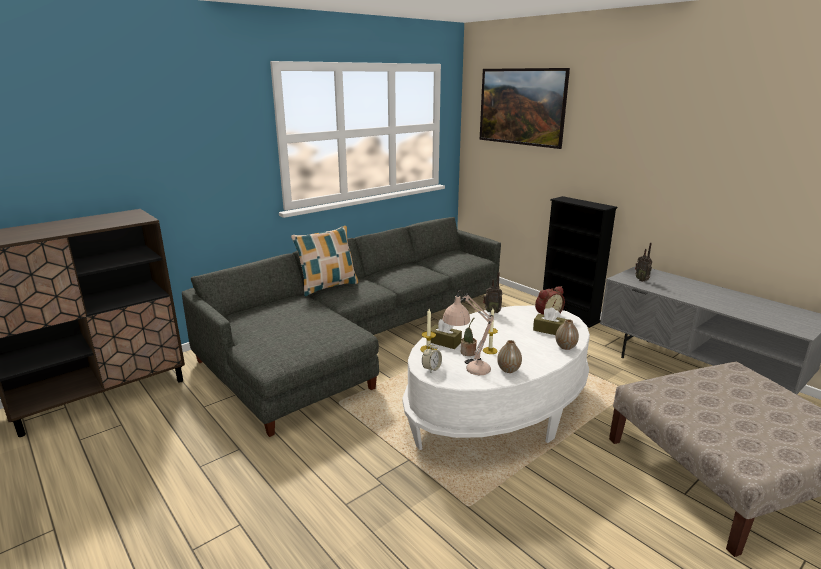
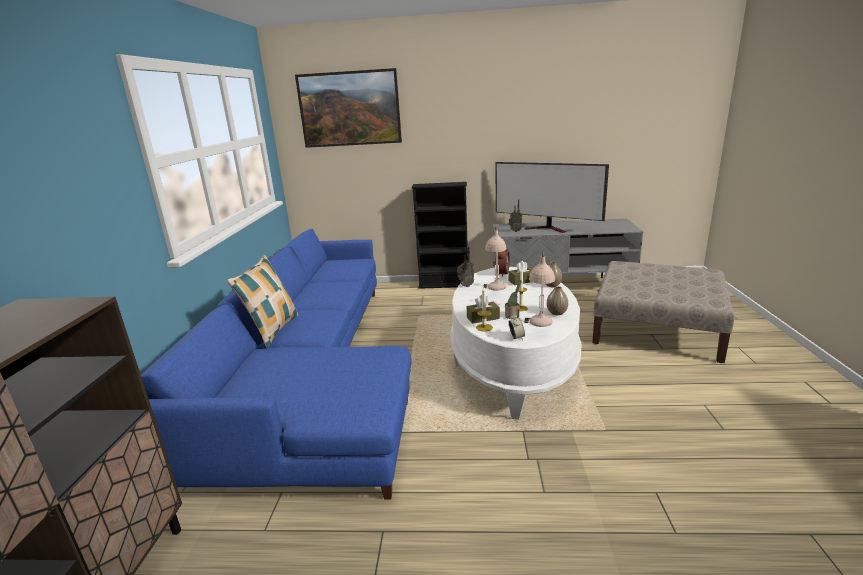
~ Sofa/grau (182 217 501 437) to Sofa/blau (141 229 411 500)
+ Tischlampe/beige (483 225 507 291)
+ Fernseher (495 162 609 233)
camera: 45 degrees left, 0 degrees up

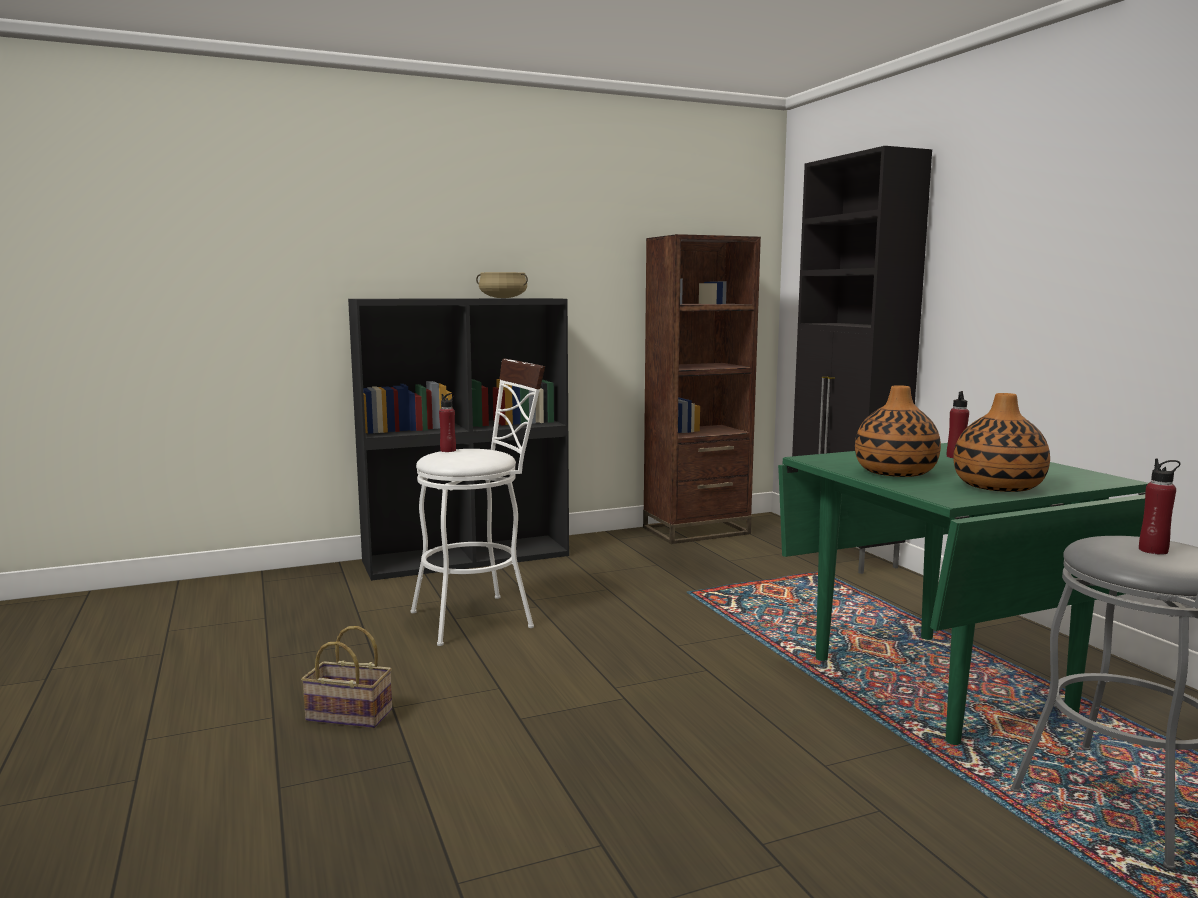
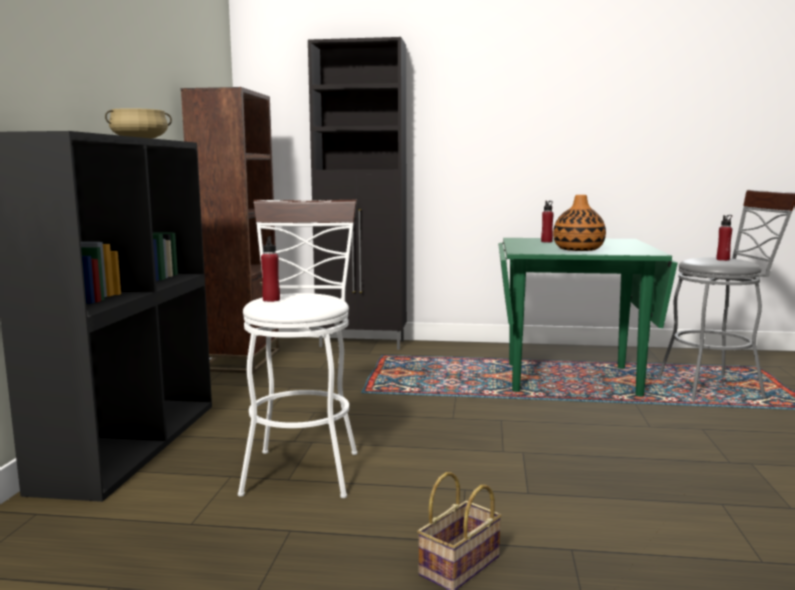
- Vase (954 393 1050 492)
camera: 60 degrees left, 0 degrees up

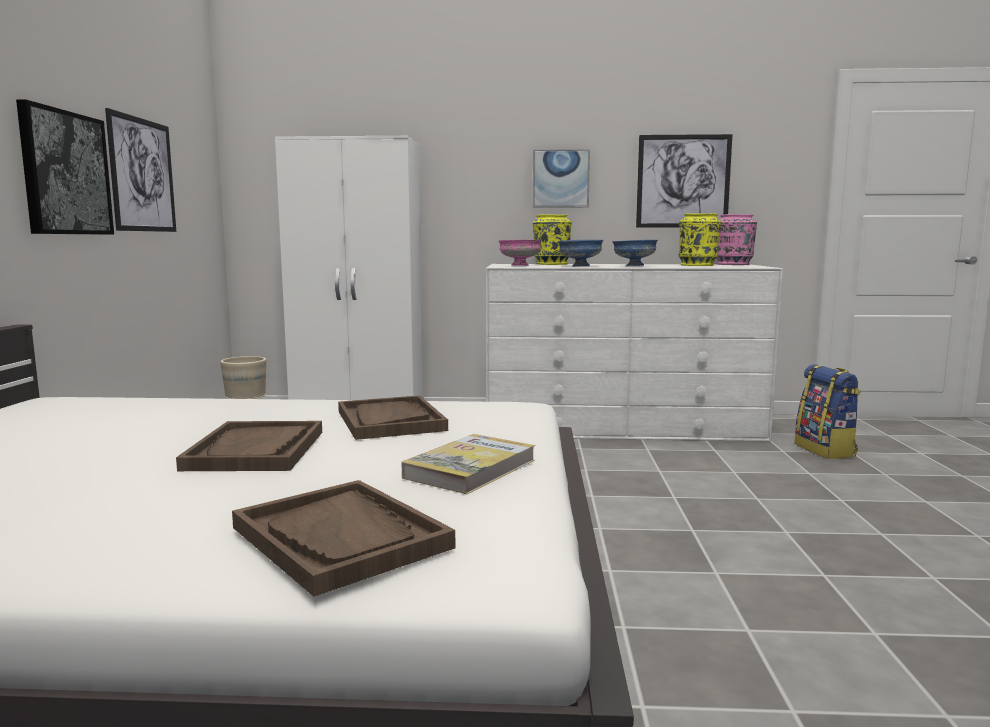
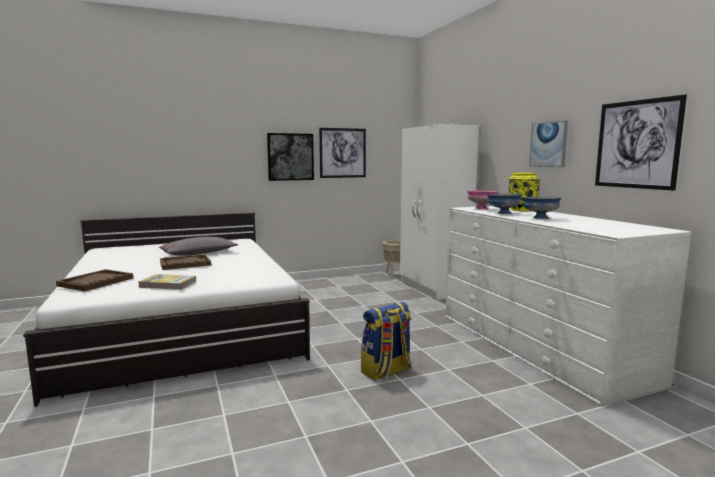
+ Kissen/grau (159 237 238 255)
~ Rucksack (794 364 860 459) to (361 302 411 381)
- Tablett/braun (338 395 448 440)
- Vase/gelb (678 213 721 266)
- Vase/rosa (717 214 757 265)
camera: 65 degrees right, 0 degrees up

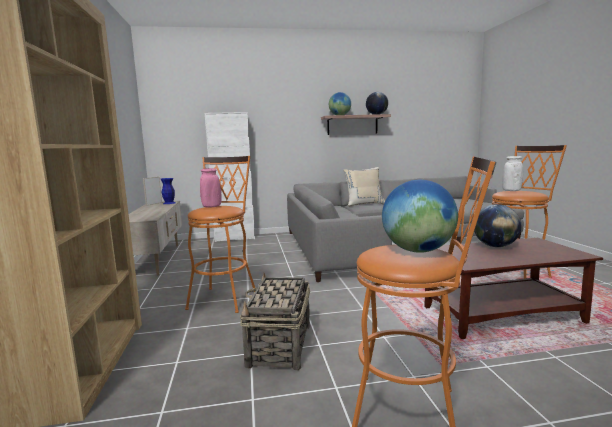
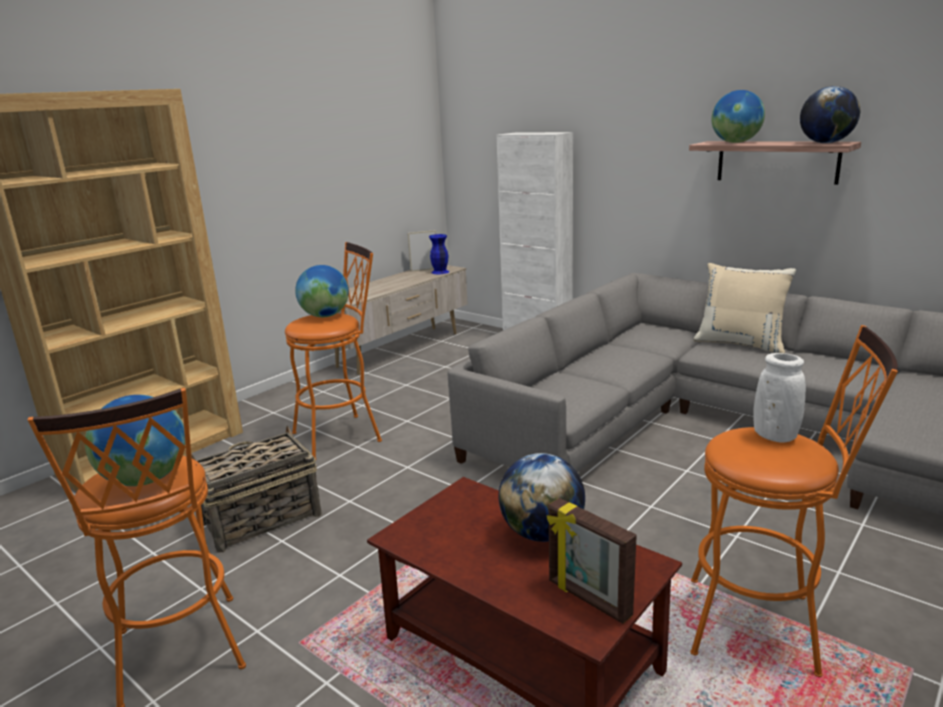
~ Vase/rosa (200 168 222 208) to Globus (295 265 349 317)
+ Bilderrahmen (547 498 637 624)
camera: 50 degrees right, 10 degrees up

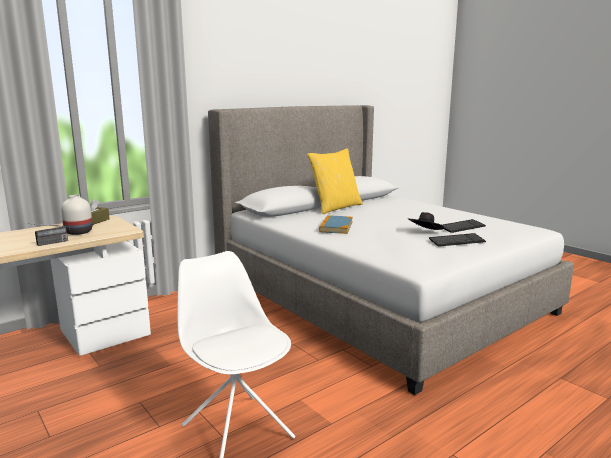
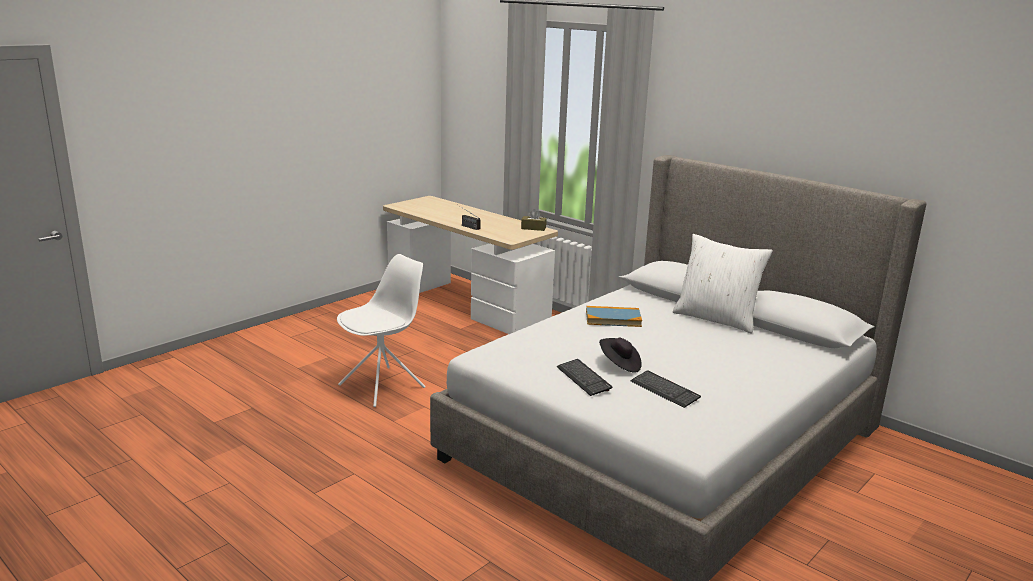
~ Kissen/gelb (307 148 363 214) to Kissen/weiß (673 234 773 334)
- Vase/weiß (61 195 92 235)
camera: 80 degrees right, 5 degrees up

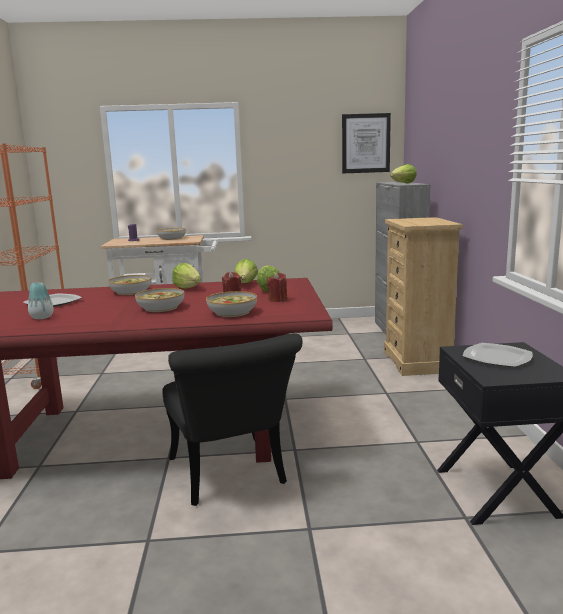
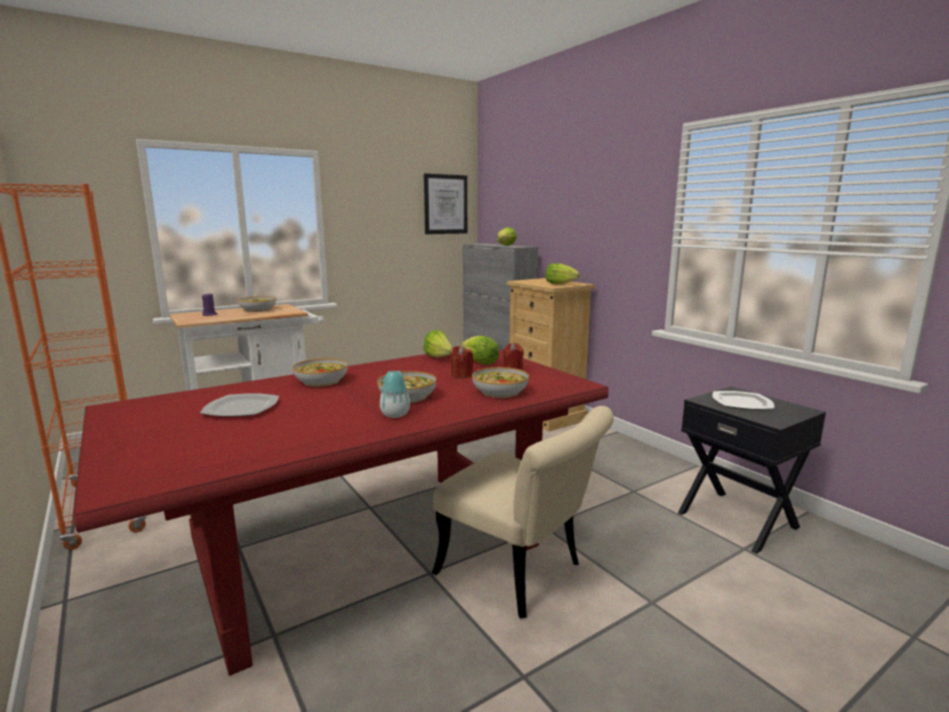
~ Vase (28 283 54 319) to (380 371 410 418)
~ Stuhl/schwarz (162 333 302 506) to Stuhl/beige (432 406 614 618)
~ Salatkopf (172 263 201 289) to (545 263 580 284)
camera: 30 degrees left, 0 degrees up

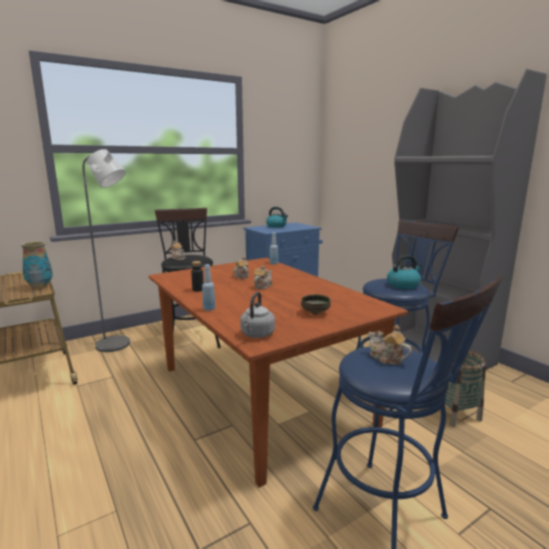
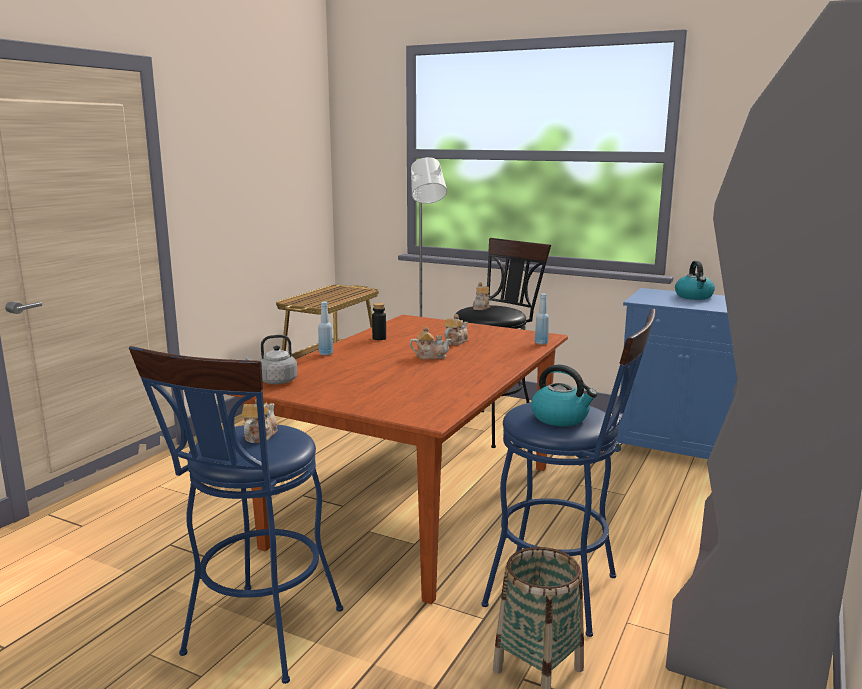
- Vase (20 241 53 288)
- Schüssel (301 294 331 315)
camera: 60 degrees right, 0 degrees up

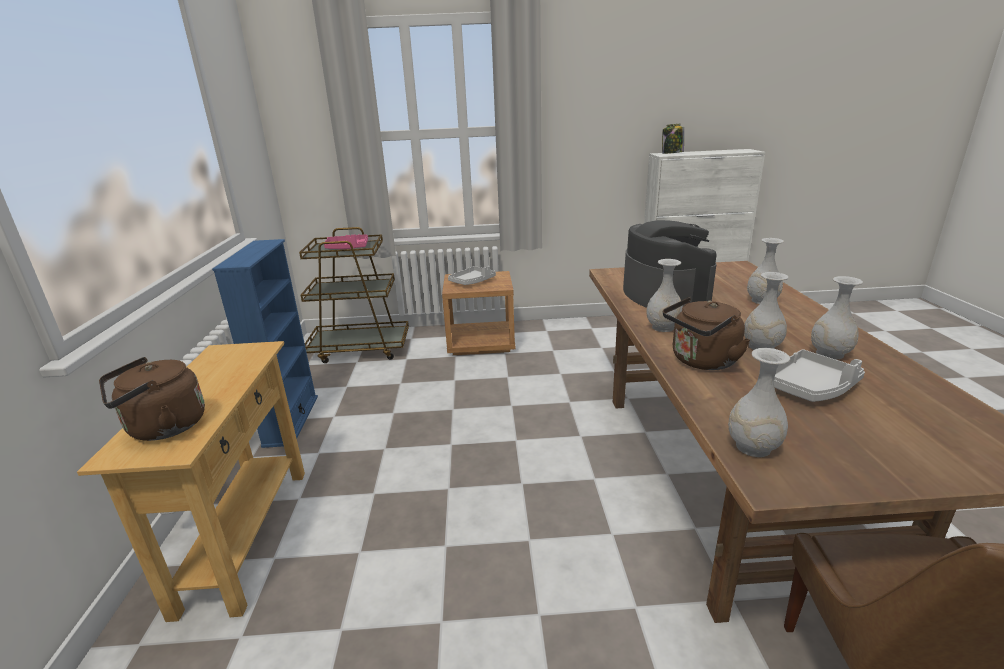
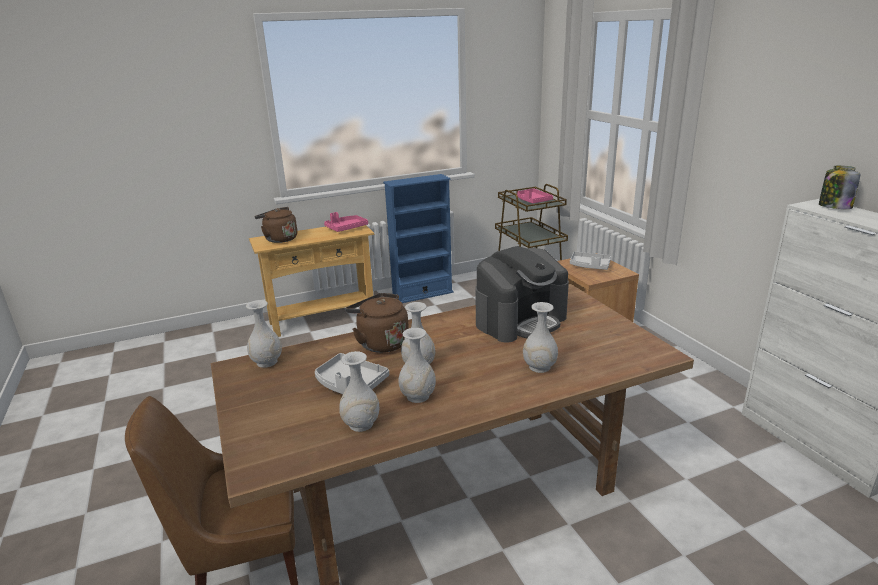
+ Tablett/rosa (324 212 368 232)
~ Vase/weiß (646 259 683 332) to (339 351 379 432)
camera: 70 degrees right, 0 degrees up

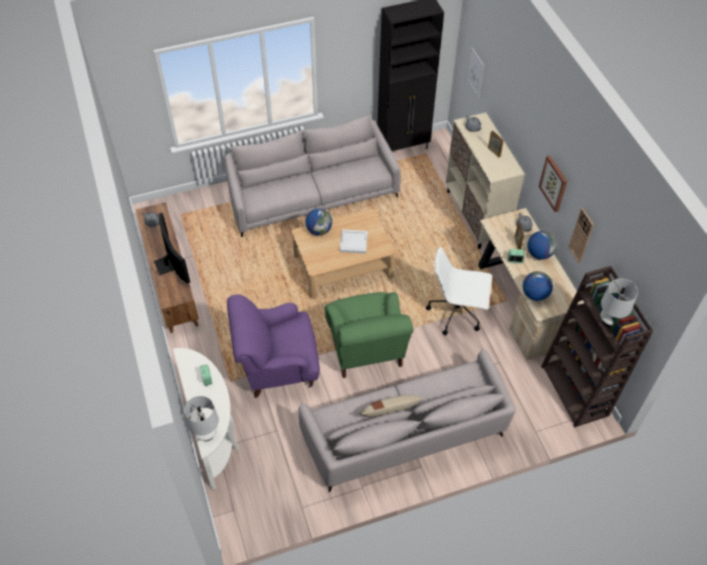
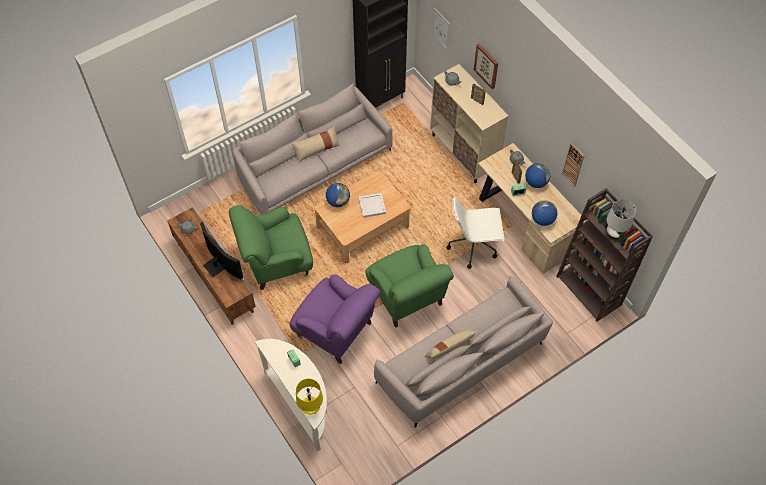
+ Sessel/grün (229 205 313 290)
~ Sessel/lila (227 294 320 398) = (289 274 381 364) 120 degrees counterclockwise
+ Kissen/beige (292 126 340 163)
~ Tischlampe/weiß (184 396 219 441) to Tischlampe/gelb (296 379 323 415)
~ Bild (539 155 567 212) to (474 44 498 89)
camera: 15 degrees left, 5 degrees up

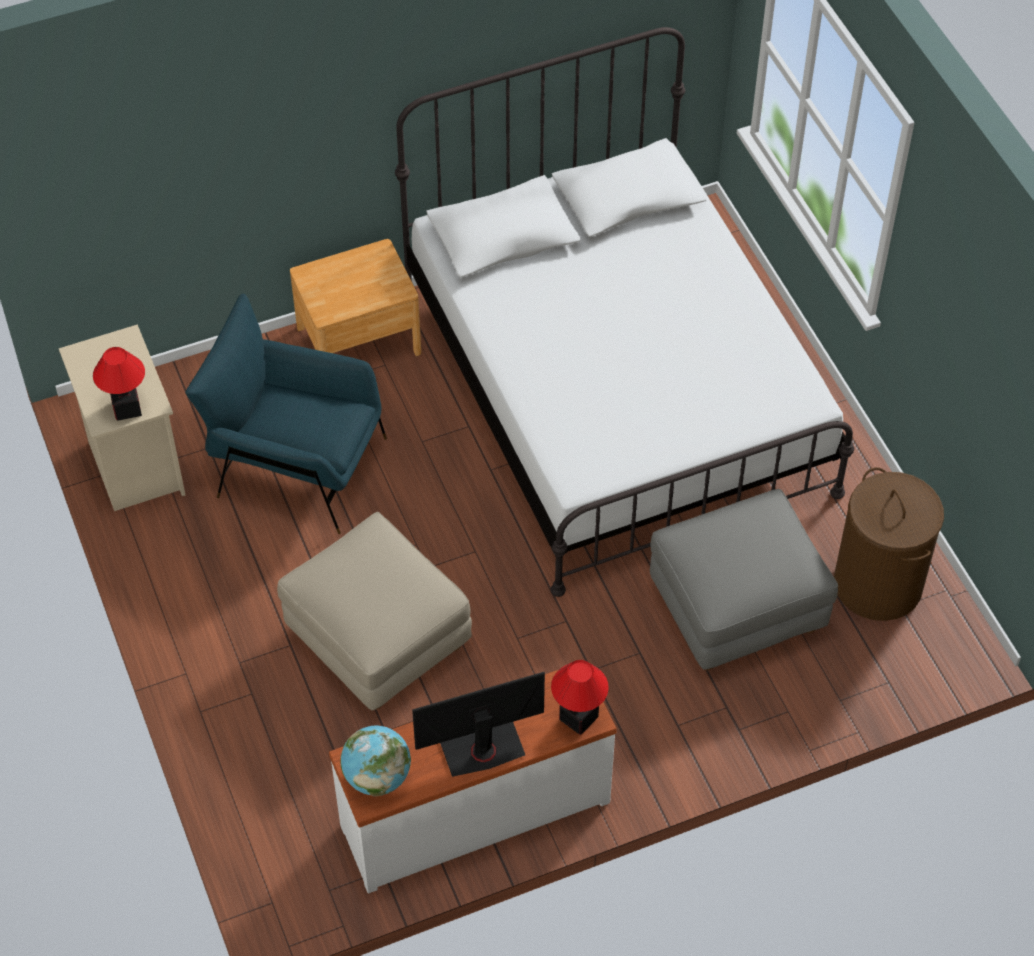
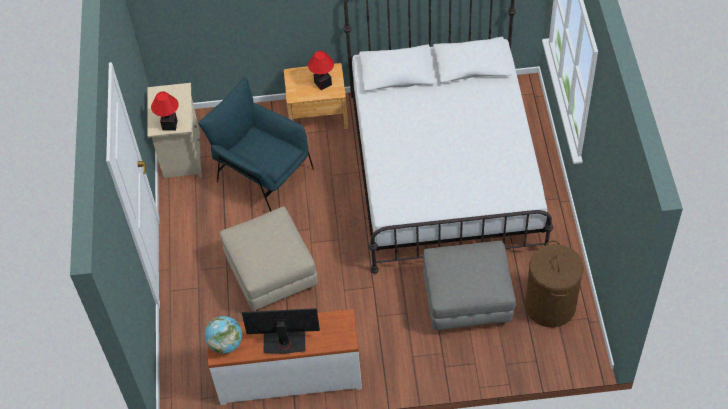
~ Tischlampe (551 660 609 735) to (308 51 334 90)
camera: 20 degrees right, 0 degrees up

